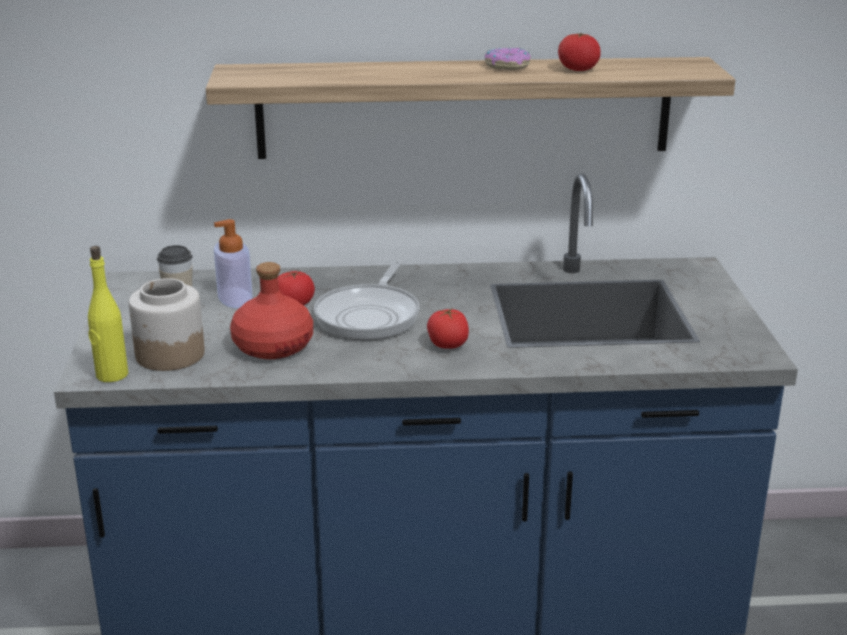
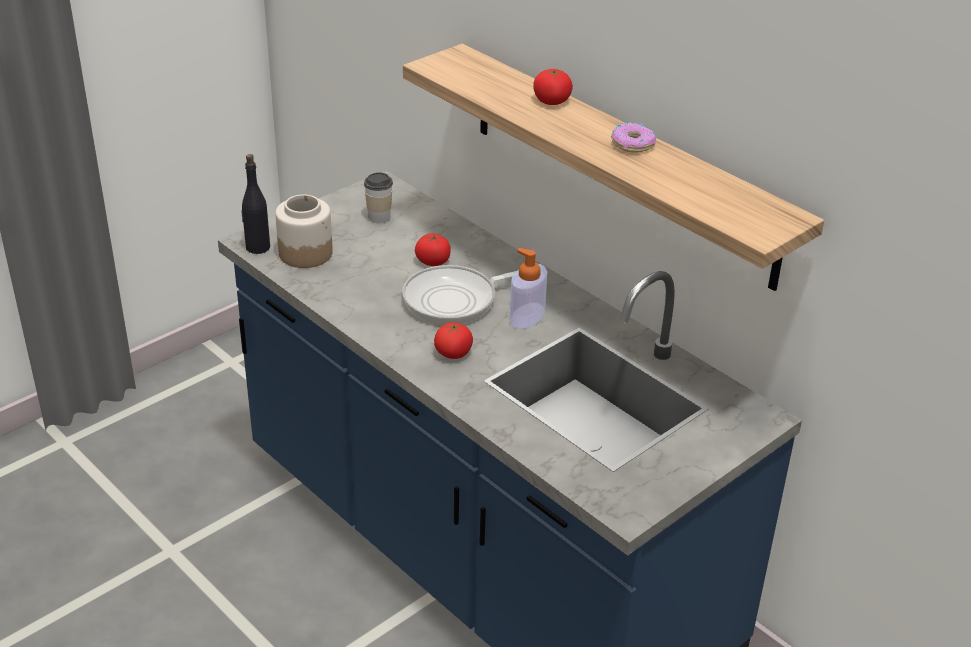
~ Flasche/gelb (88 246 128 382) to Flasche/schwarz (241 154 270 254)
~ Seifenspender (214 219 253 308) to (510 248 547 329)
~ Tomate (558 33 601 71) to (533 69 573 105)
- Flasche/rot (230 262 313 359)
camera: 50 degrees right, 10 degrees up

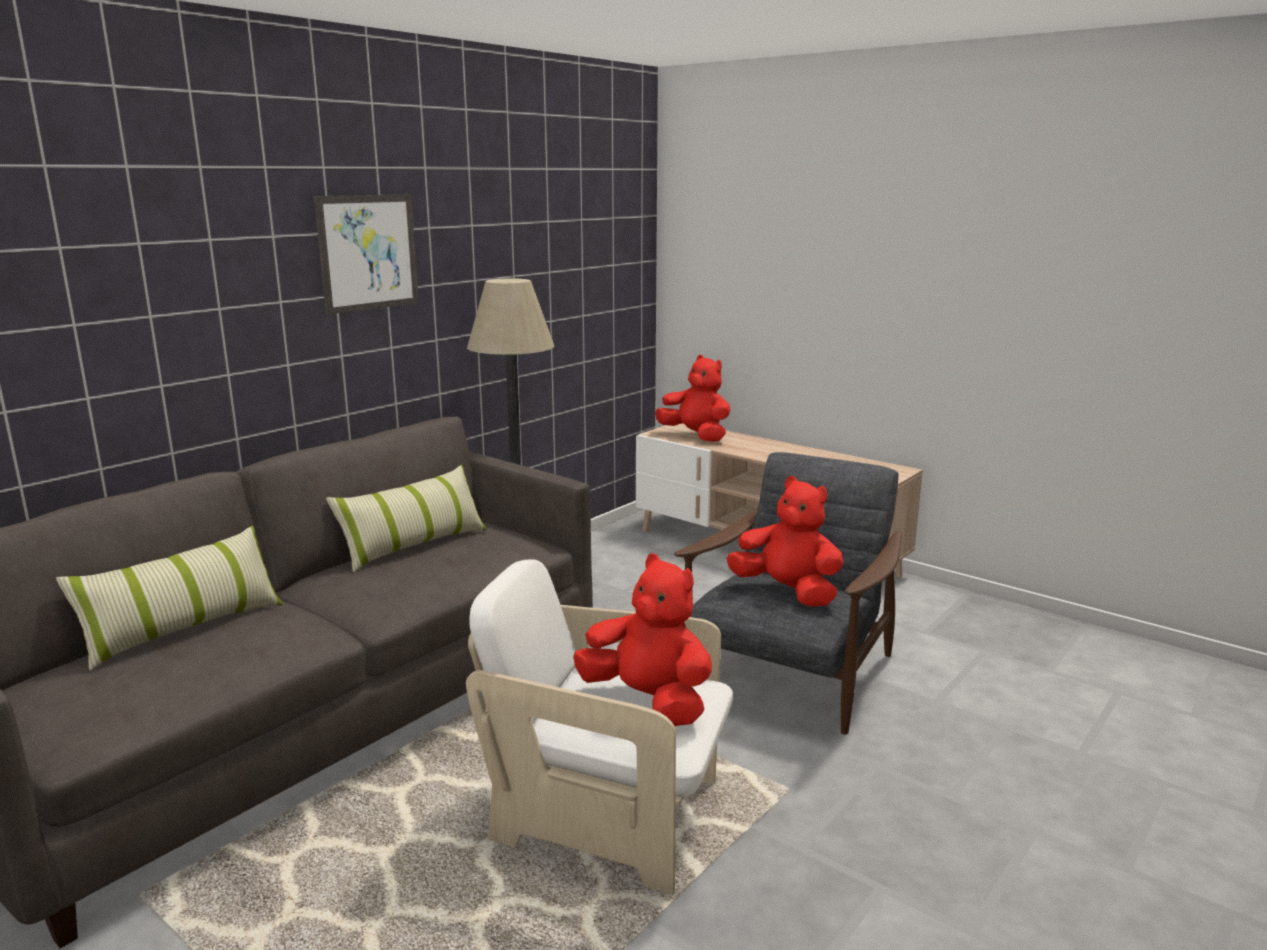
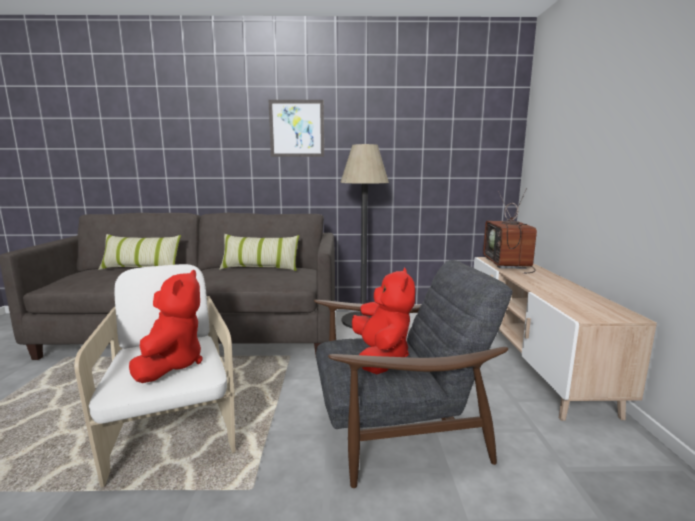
~ Plüschtier/rot (655 355 731 442) to Fernseher (483 188 537 274)
camera: 50 degrees right, 5 degrees down

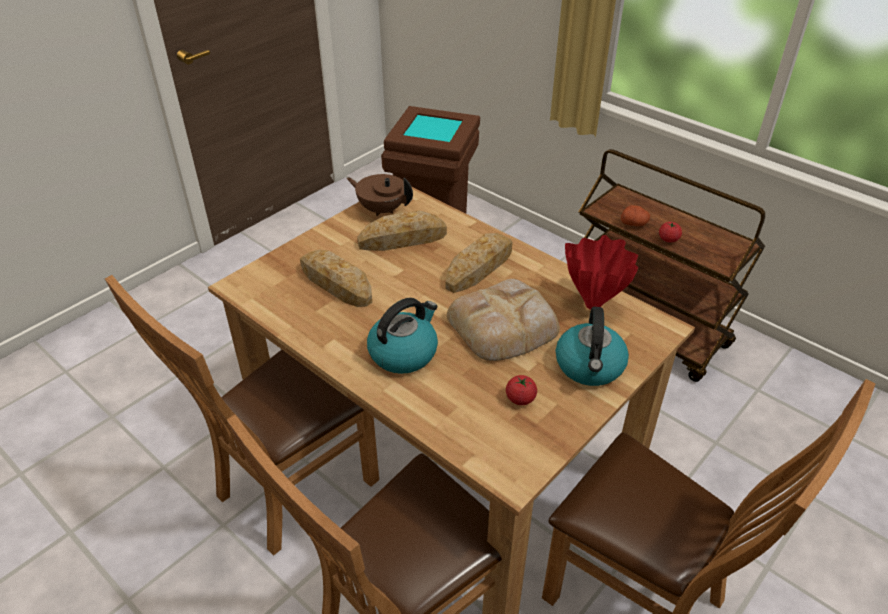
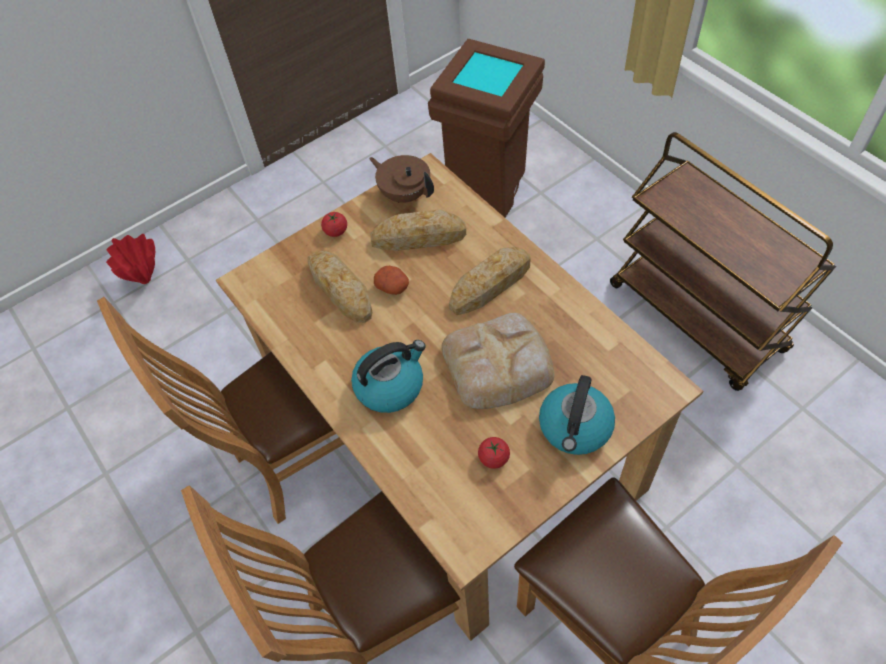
~ Vase/rot (565 235 638 310) to (106 234 155 284)
~ Tomate (659 222 682 243) to (321 212 347 237)
~ Kartoffel (621 205 650 226) to (374 266 409 295)
camera: 15 degrees right, 15 degrees up

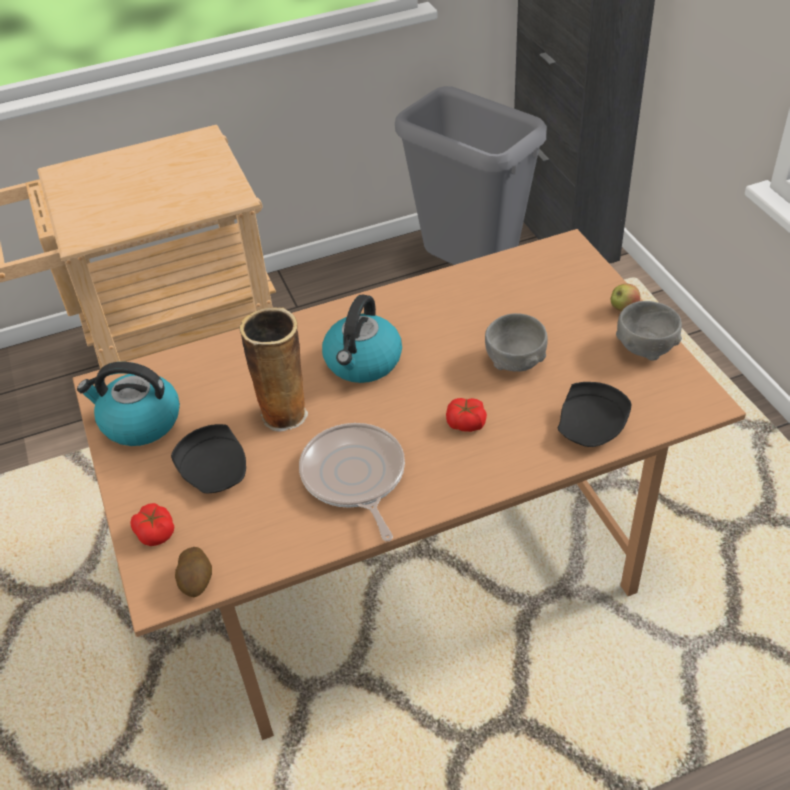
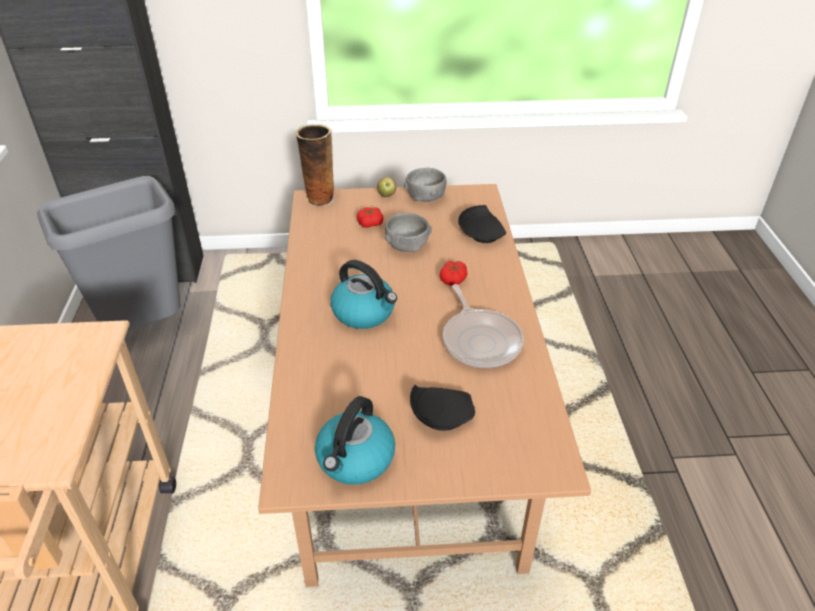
~ Vase (239 307 308 431) to (296 124 334 207)
~ Tomate (130 503 174 546) to (357 207 383 228)
~ Pfanne (299 423 405 541) = (443 284 524 368) 105 degrees counterclockwise
- Kartoffel (175 547 212 597)
camera: 75 degrees left, 5 degrees down

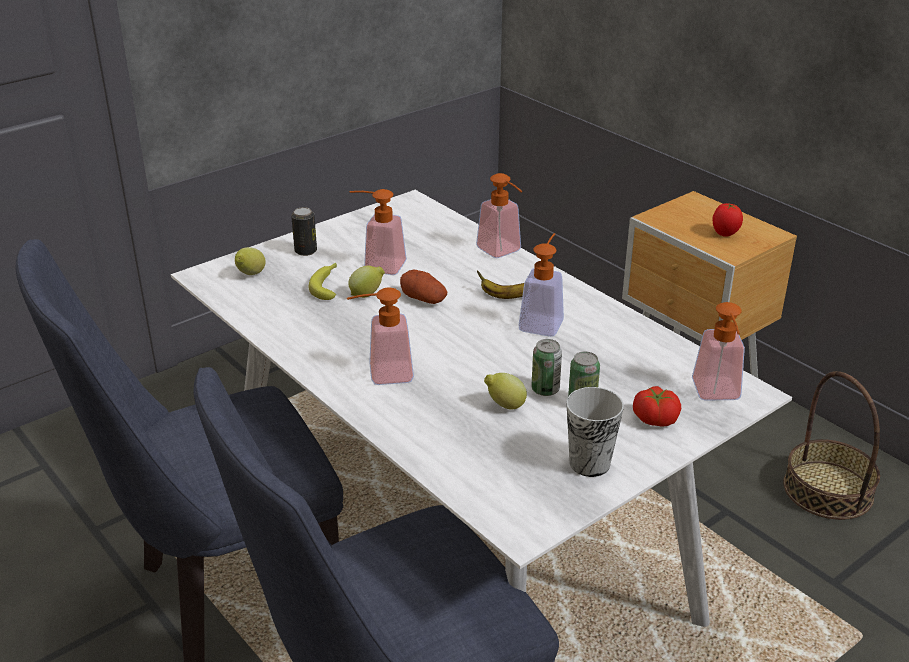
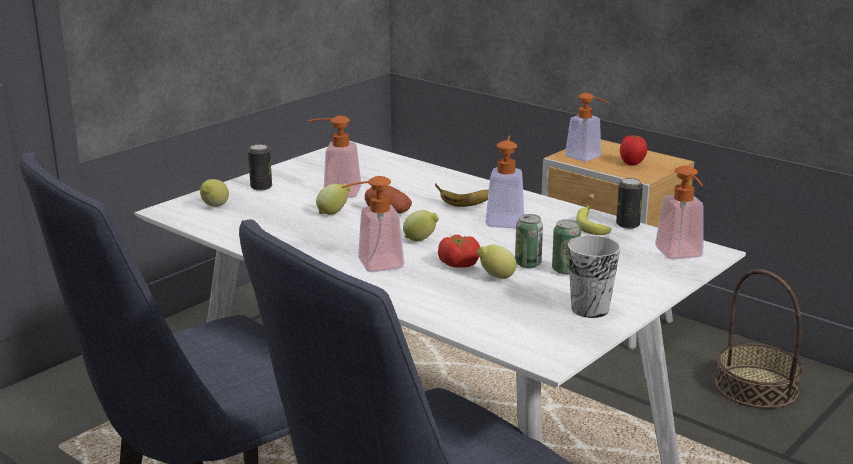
+ Zitrone (403 210 439 242)
~ Tomate (633 386 681 427) to (438 234 480 268)
~ Seifenspender (476 173 523 258) to (565 93 609 161)
~ Banane (309 263 337 300) to (576 205 612 235)
+ Dose (616 178 643 229)
camera: 10 degrees left, 10 degrees down

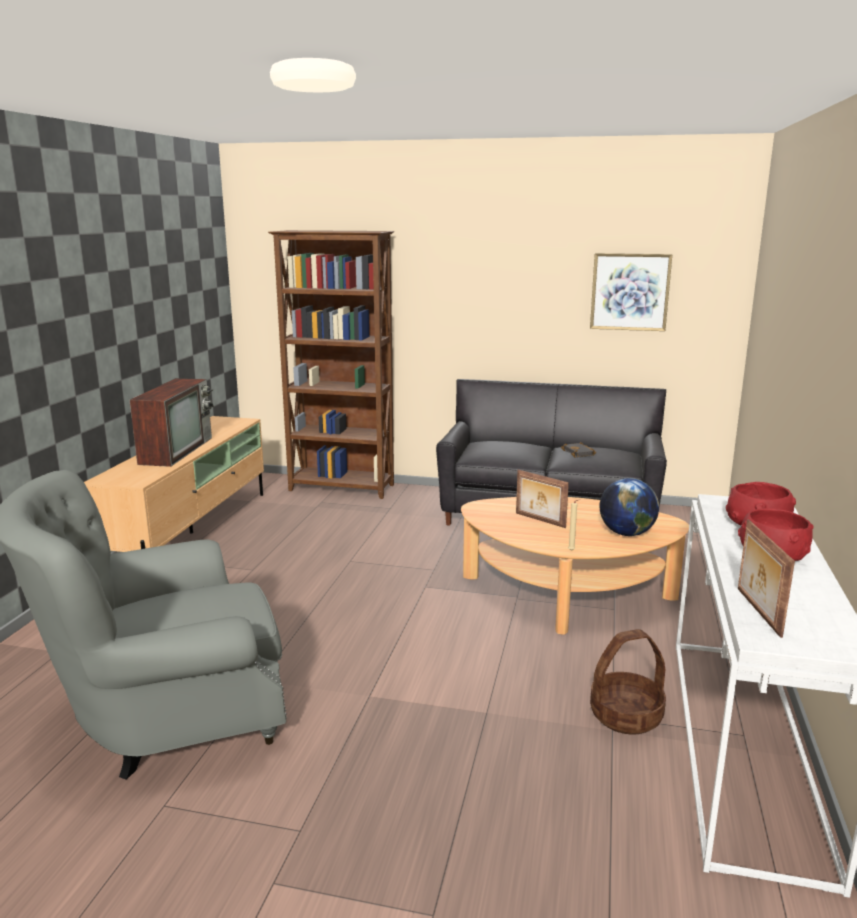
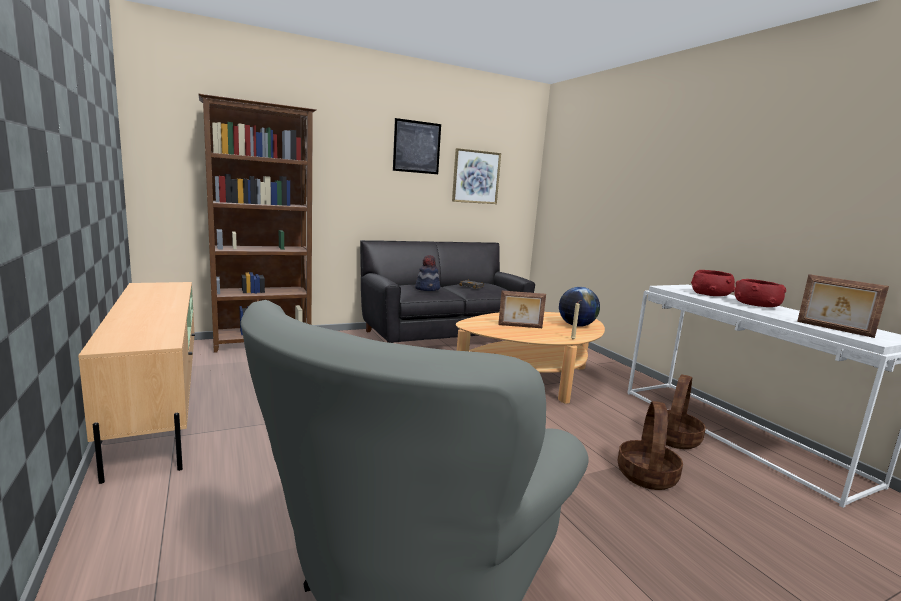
+ Bild (393 118 441 174)
+ Hut (415 255 440 291)
+ Korb (618 401 683 490)
- Fernseher (130 378 214 467)
camera: 40 degrees left, 5 degrees down

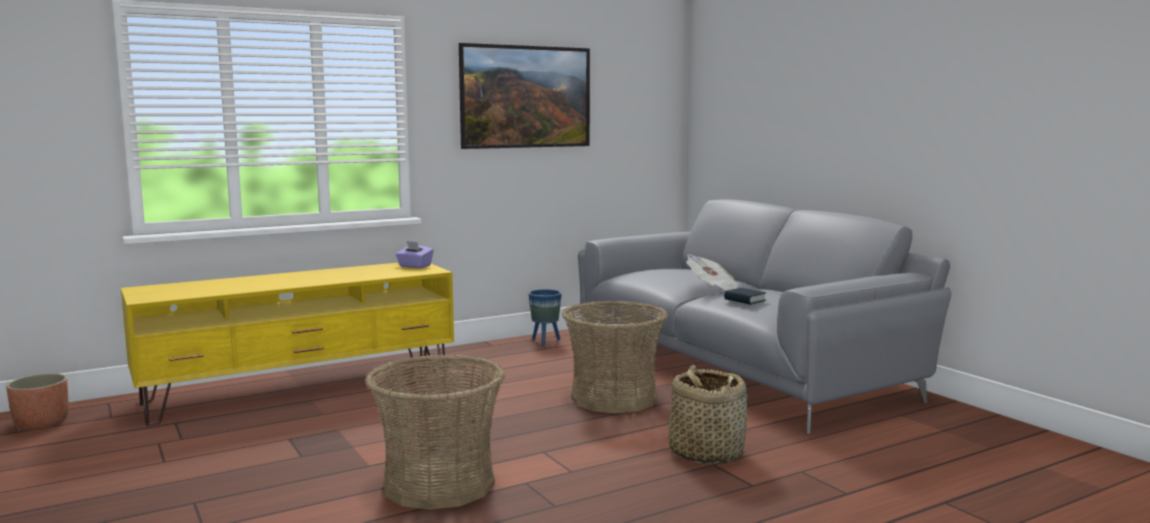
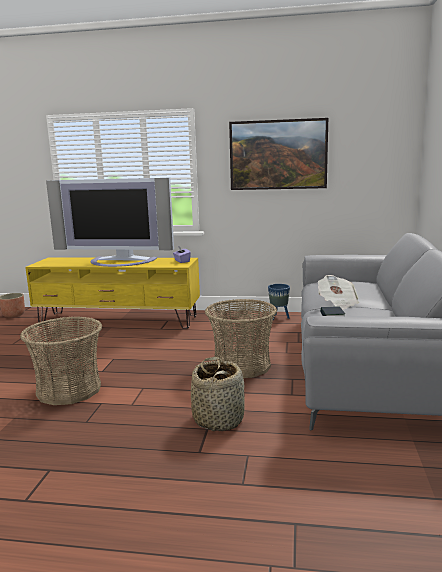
+ Fernseher (46 177 174 267)
camera: 40 degrees right, 5 degrees up

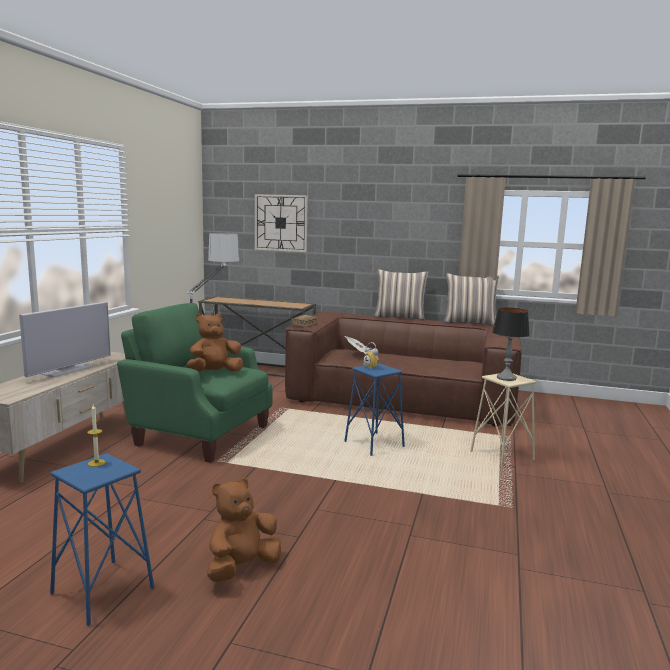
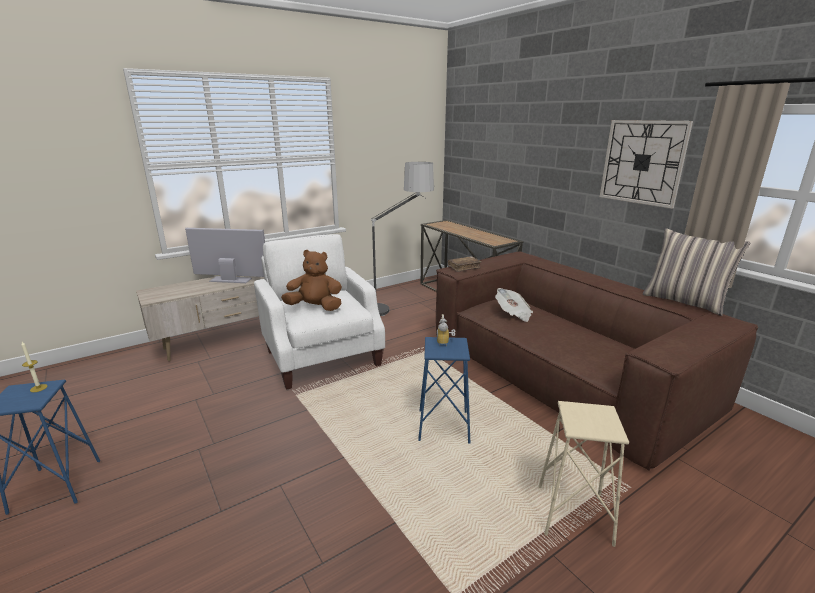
~ Fernseher (19 302 111 377) = (185 228 265 283) 150 degrees counterclockwise
~ Sessel/grün (117 303 273 463) to Sessel/weiß (254 234 385 390)
~ Wanduhr (255 194 308 252) to (600 120 693 208)
- Plüschtier/braun (207 477 281 582)
- Kissen (374 269 428 320)
- Tischlampe (492 308 530 381)
camera: 40 degrees right, 10 degrees up

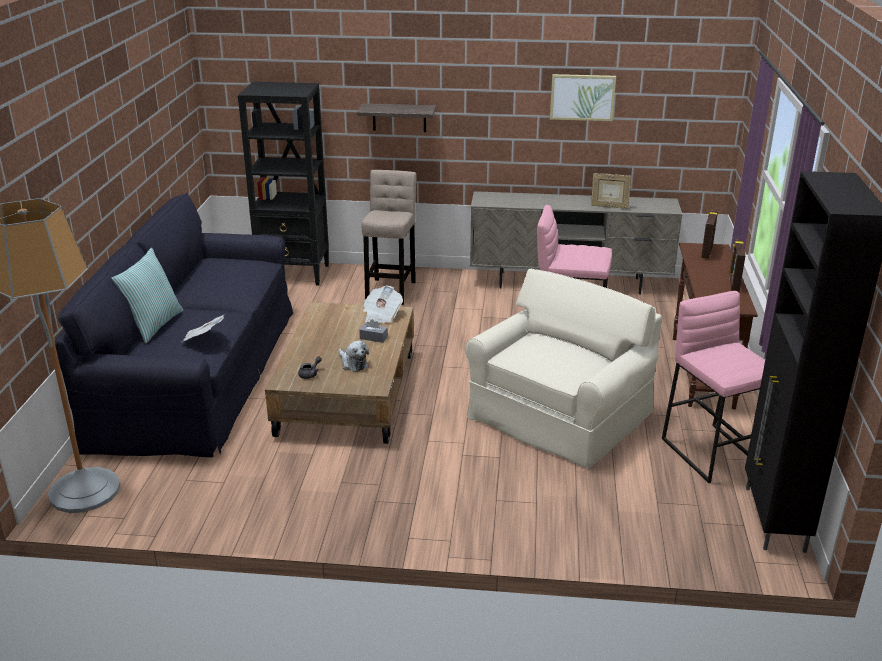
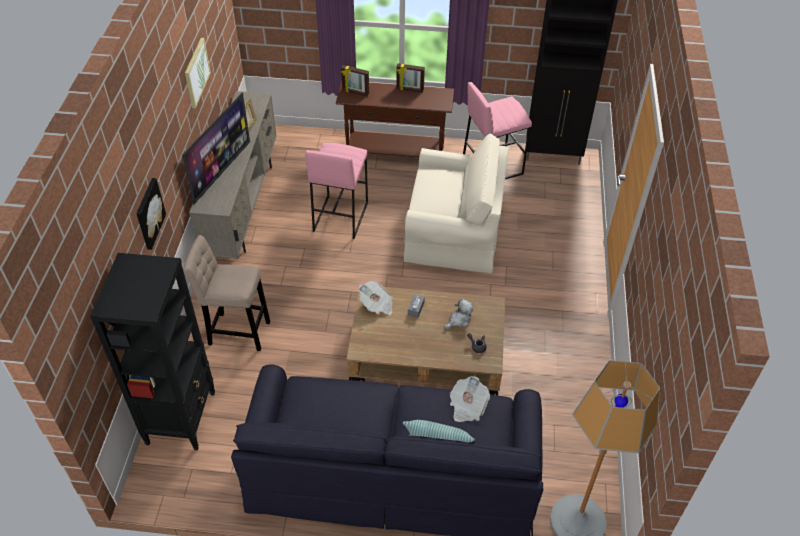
~ Wandregal (357 103 436 132) to Bild (136 178 166 250)
+ Fernseher (182 93 250 204)
~ Sessel/beige (465 269 662 469) = (404 134 509 273) 150 degrees clockwise
camera: 90 degrees left, 20 degrees up

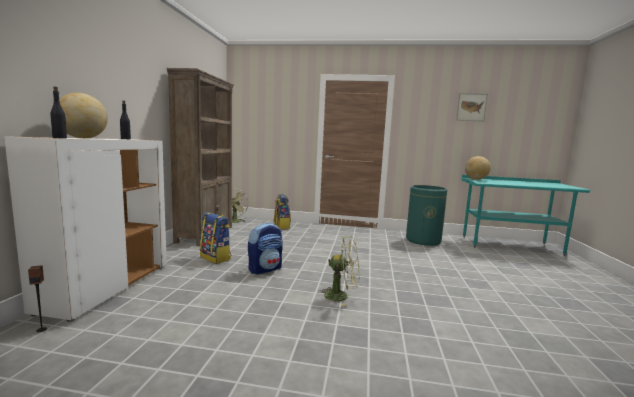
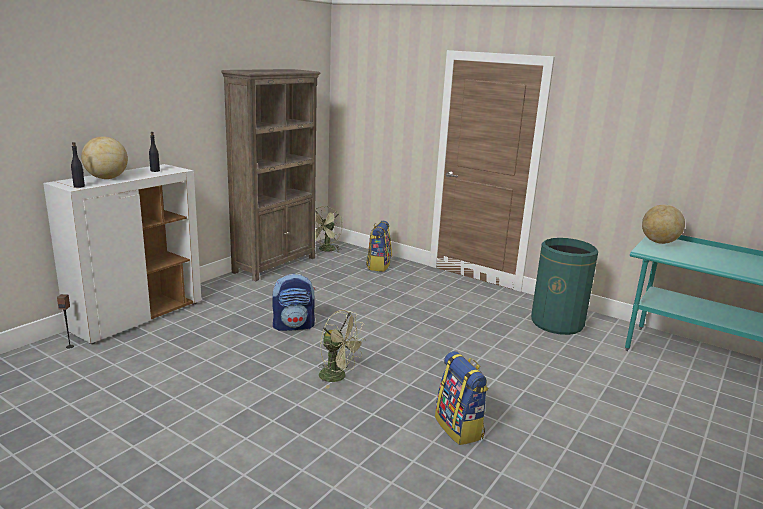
~ Rucksack (200 212 231 264) to (435 351 488 445)
- Bild (456 93 488 121)
camera: 25 degrees right, 10 degrees up

